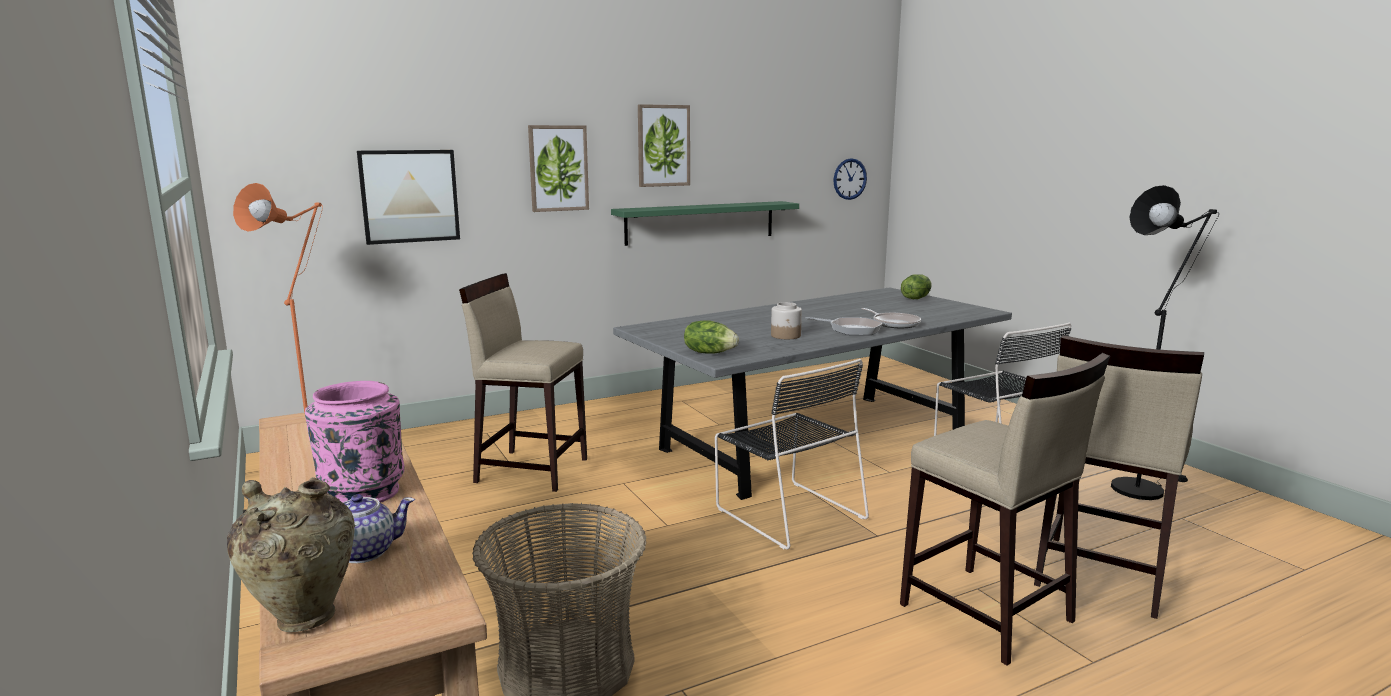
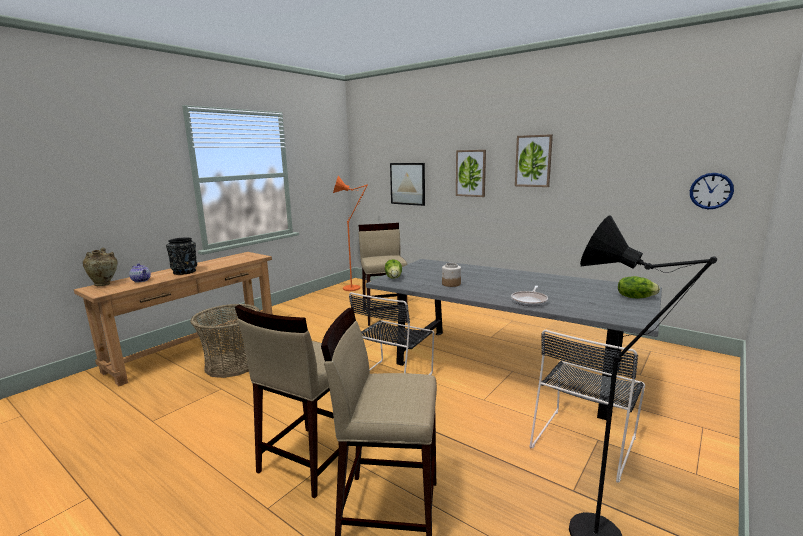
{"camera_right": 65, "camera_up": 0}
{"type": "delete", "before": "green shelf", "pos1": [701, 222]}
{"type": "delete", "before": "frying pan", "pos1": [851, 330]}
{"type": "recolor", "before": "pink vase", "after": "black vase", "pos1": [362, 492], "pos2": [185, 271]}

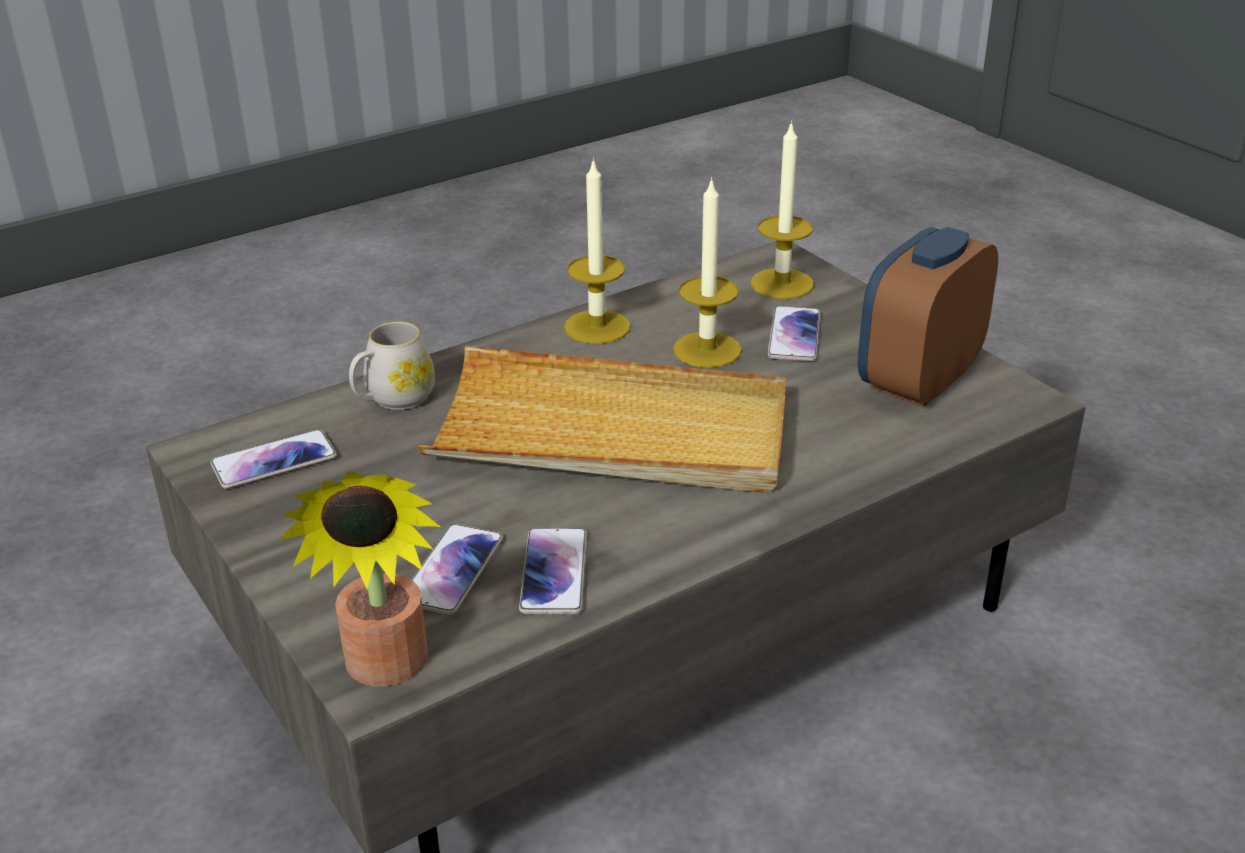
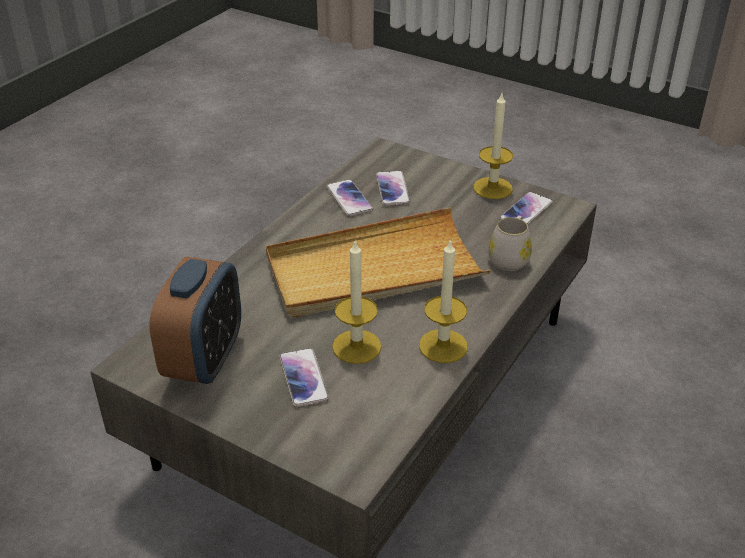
{"camera_right": 155, "camera_up": 5}
{"type": "delete", "before": "potted plant", "pos1": [386, 670]}
{"type": "move", "before": "candle", "pos1": [781, 284], "pos2": [492, 188]}

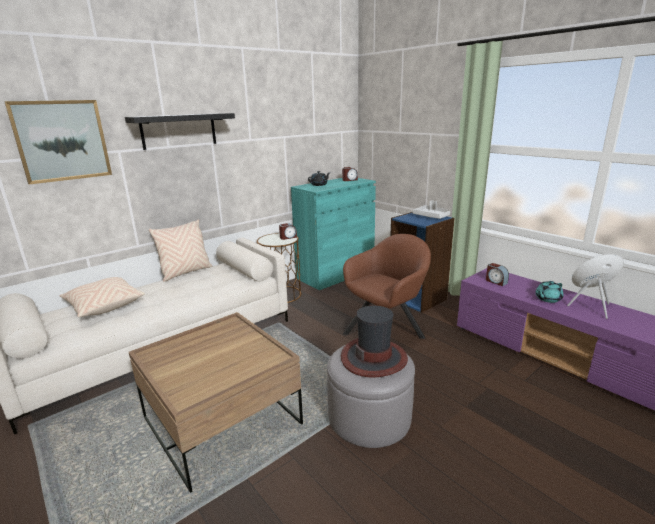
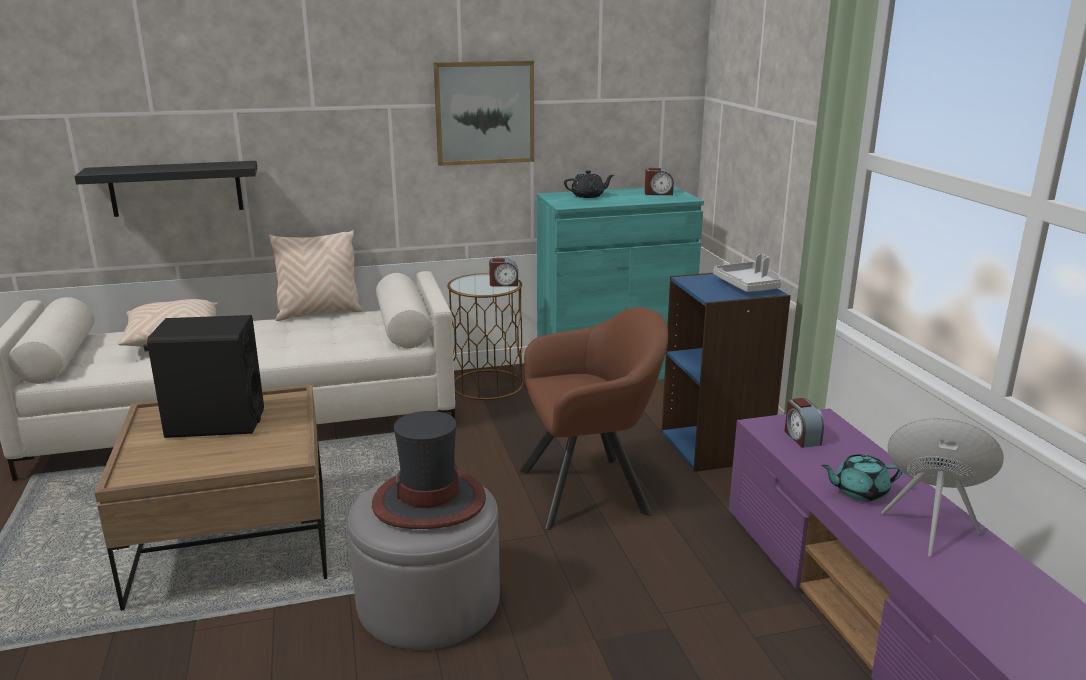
{"camera_right": 25, "camera_up": 0}
{"type": "insert", "after": "black speaker", "pos2": [215, 423]}
{"type": "move", "before": "picture", "pos1": [62, 141], "pos2": [484, 113]}
{"type": "move", "before": "black shelf", "pos1": [179, 130], "pos2": [176, 188]}

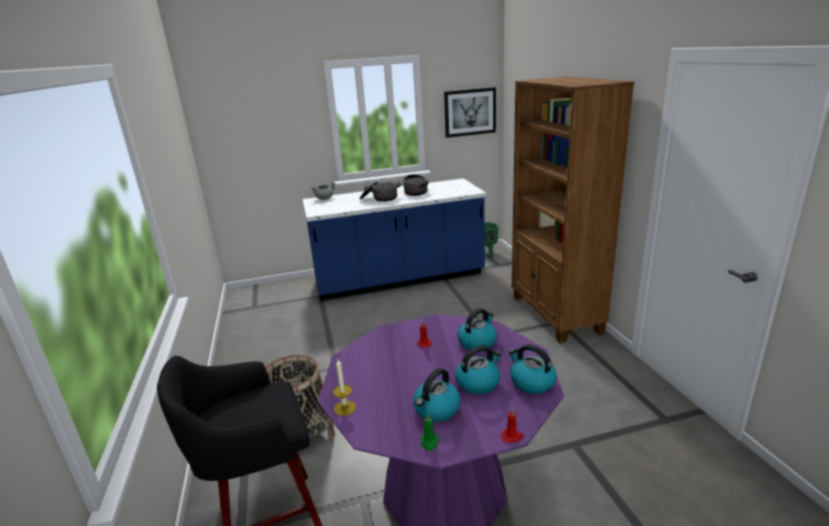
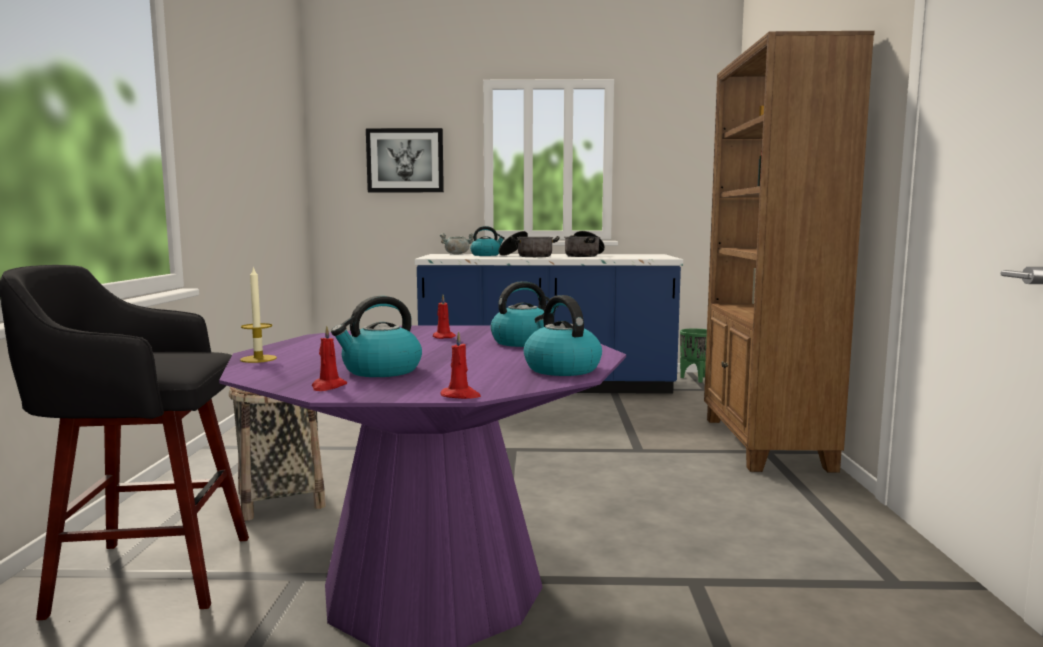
{"camera_right": 15, "camera_up": -15}
{"type": "move", "before": "picture", "pos1": [470, 112], "pos2": [405, 160]}
{"type": "move", "before": "kettle", "pos1": [478, 382], "pos2": [486, 255]}
{"type": "recolor", "before": "green candle", "after": "red candle", "pos1": [429, 442], "pos2": [328, 387]}

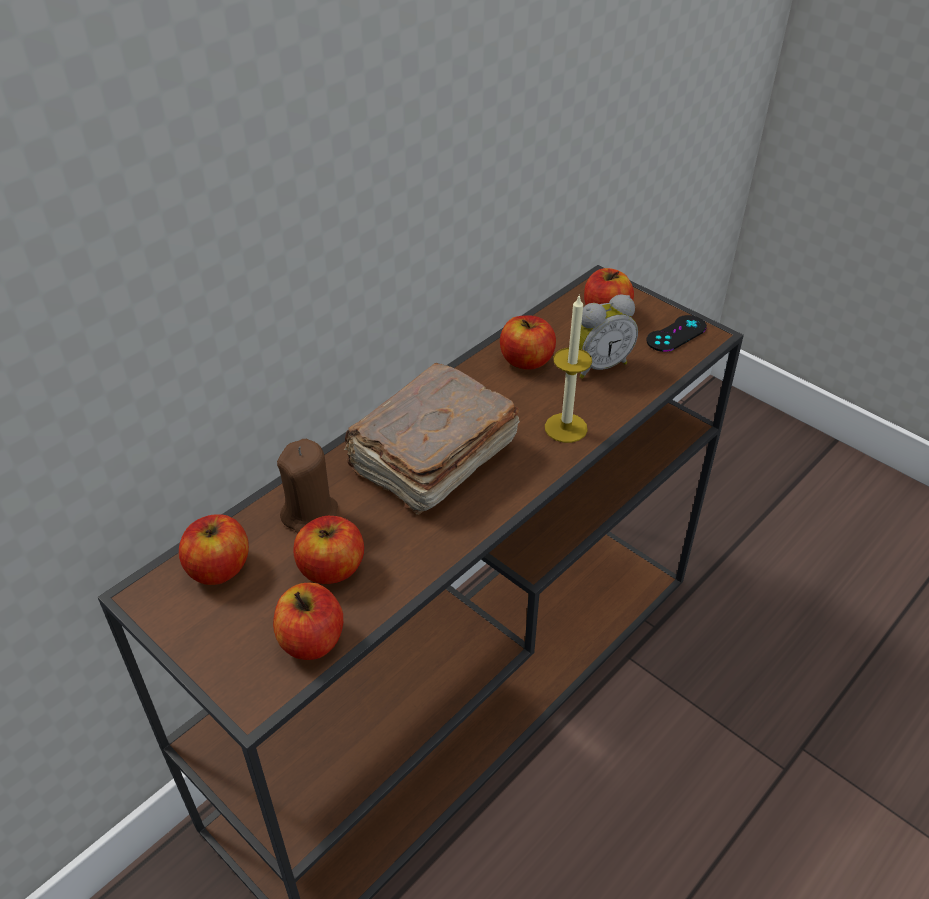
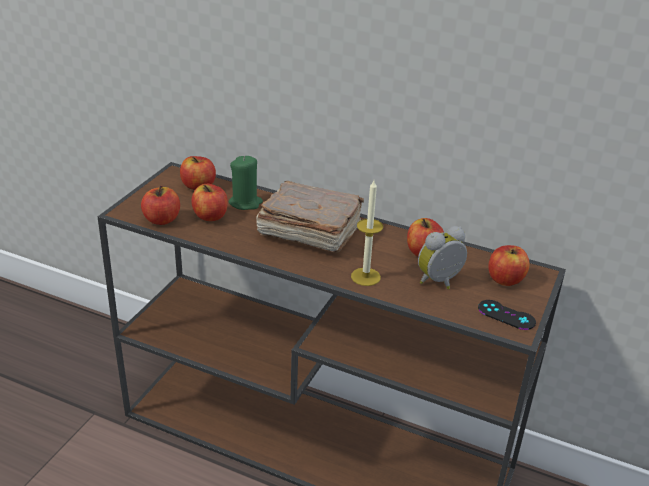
{"camera_right": 70, "camera_up": -10}
{"type": "recolor", "before": "brown candle", "after": "green candle", "pos1": [310, 514], "pos2": [245, 203]}
{"type": "rotate", "before": "alarm clock", "pos1": [598, 365], "pos2": [440, 282], "turn": 105}

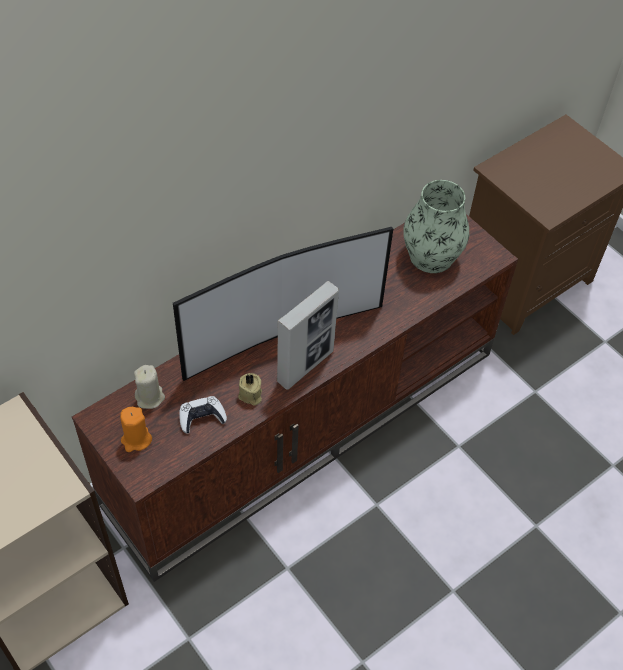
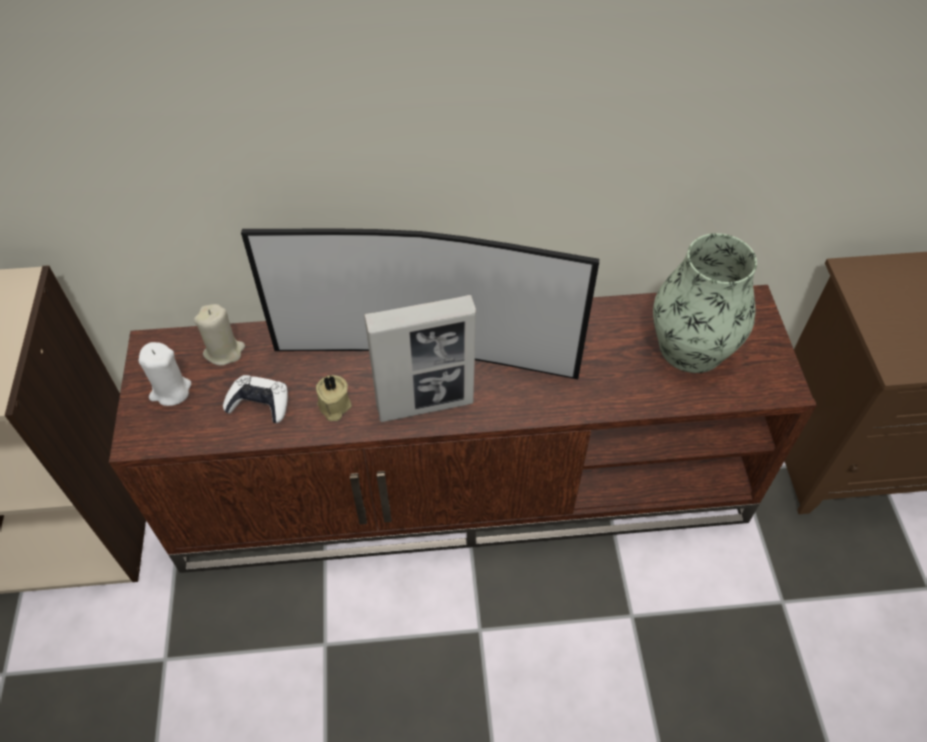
{"camera_right": 35, "camera_up": 0}
{"type": "recolor", "before": "orange candle", "after": "white candle", "pos1": [136, 439], "pos2": [170, 391]}

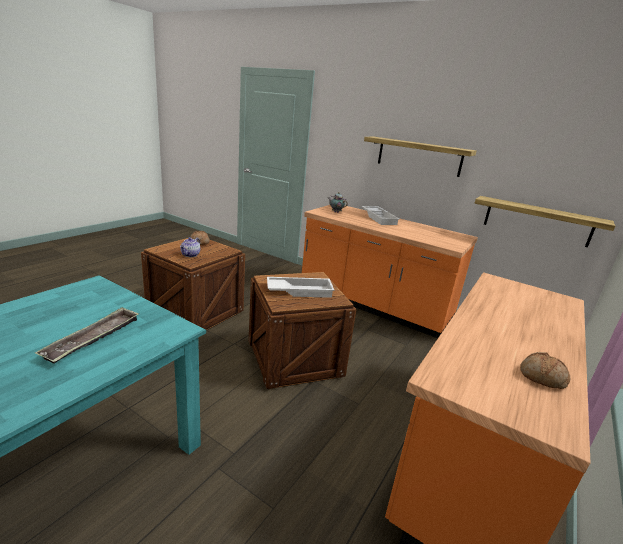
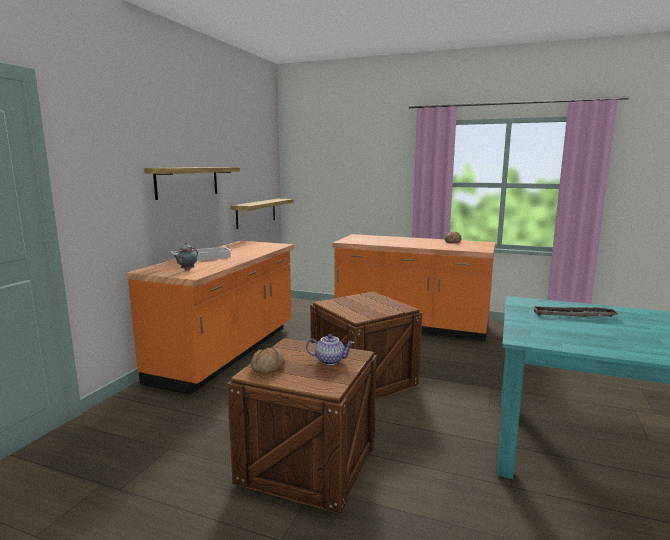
{"camera_right": -100, "camera_up": -10}
{"type": "delete", "before": "white tray", "pos1": [299, 290]}

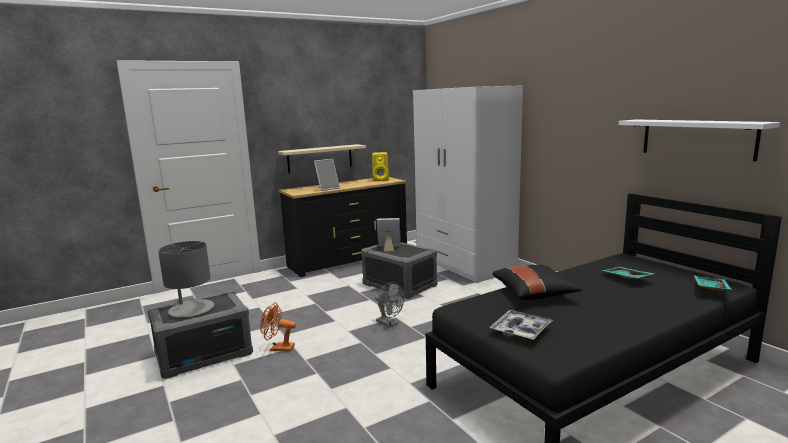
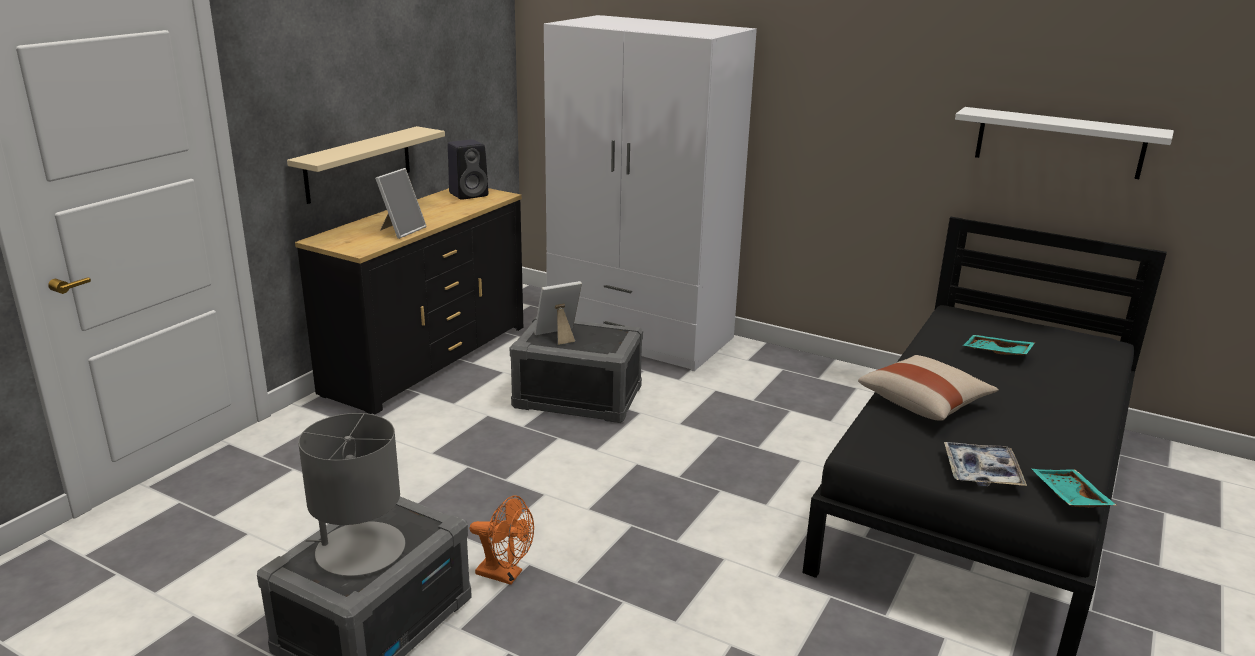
{"camera_right": -30, "camera_up": 10}
{"type": "delete", "before": "grey fan", "pos1": [389, 324]}
{"type": "move", "before": "turquoise tray", "pos1": [709, 289], "pos2": [1068, 497]}
{"type": "recolor", "before": "yellow speaker", "after": "black speaker", "pos1": [381, 179], "pos2": [469, 194]}
{"type": "recolor", "before": "black pillow", "after": "beige pillow", "pos1": [534, 294], "pos2": [925, 403]}
{"type": "rotate", "before": "orange fan", "pos1": [278, 348], "pos2": [505, 575], "turn": -135}

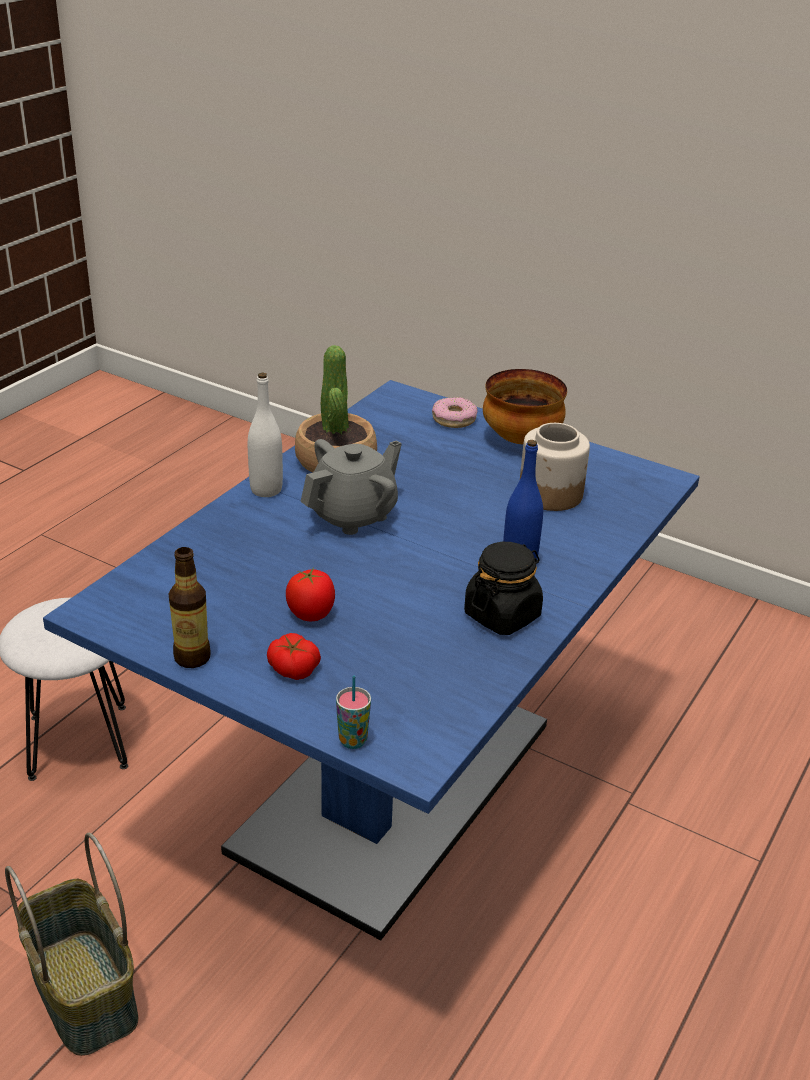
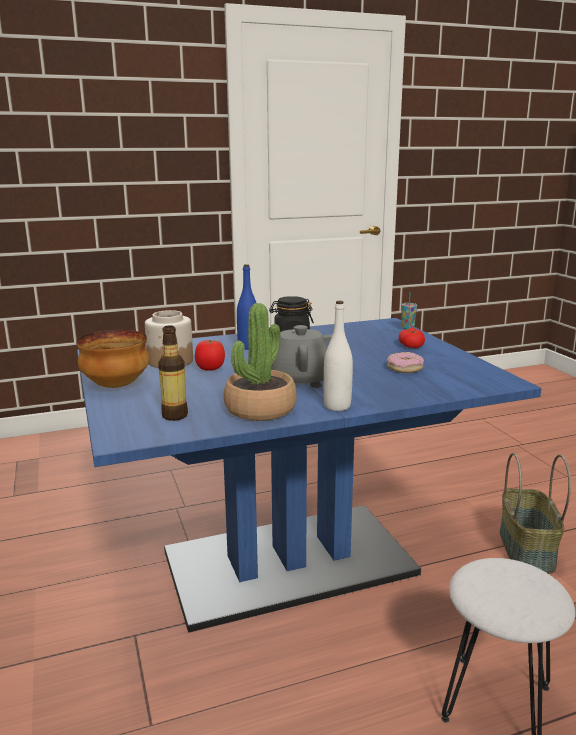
{"camera_right": -140, "camera_up": -15}
{"type": "move", "before": "bottle", "pos1": [192, 657], "pos2": [174, 416]}
{"type": "move", "before": "tomato", "pos1": [311, 614], "pos2": [210, 369]}
{"type": "move", "before": "donut", "pos1": [453, 419], "pos2": [405, 368]}

